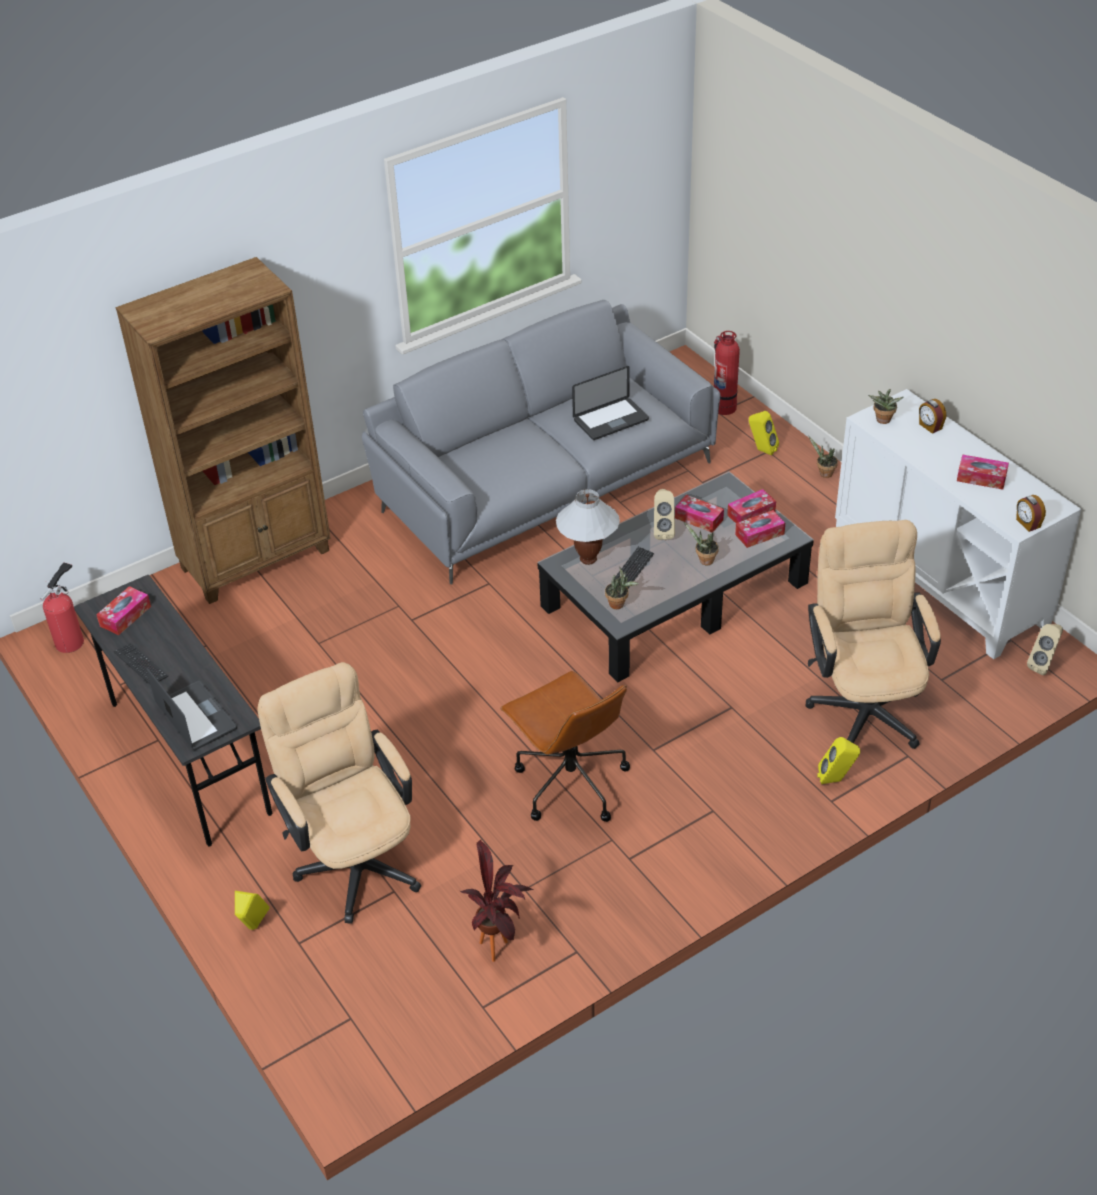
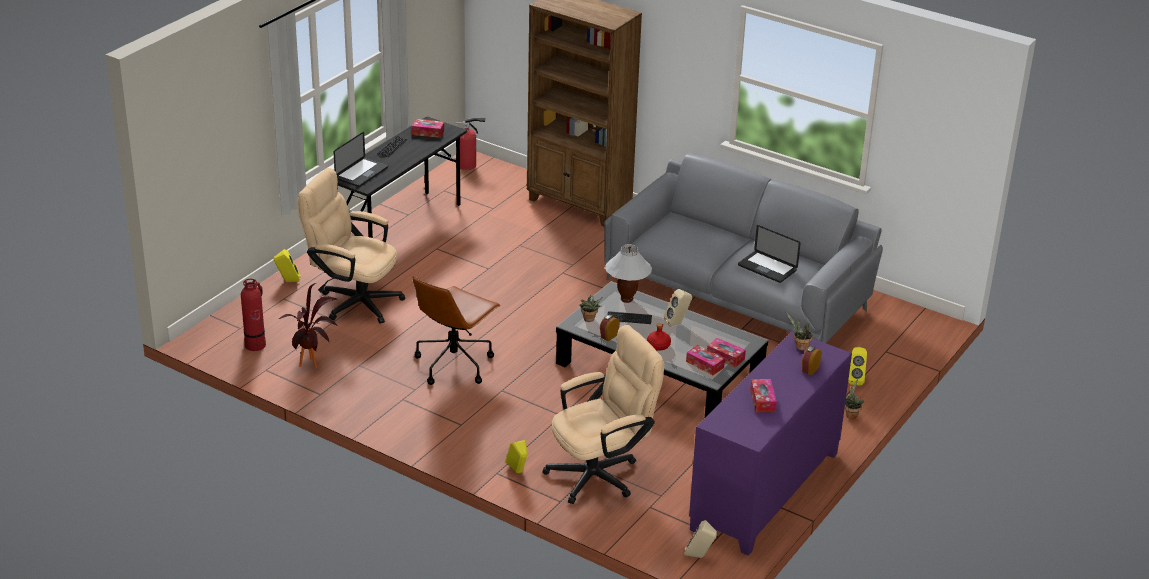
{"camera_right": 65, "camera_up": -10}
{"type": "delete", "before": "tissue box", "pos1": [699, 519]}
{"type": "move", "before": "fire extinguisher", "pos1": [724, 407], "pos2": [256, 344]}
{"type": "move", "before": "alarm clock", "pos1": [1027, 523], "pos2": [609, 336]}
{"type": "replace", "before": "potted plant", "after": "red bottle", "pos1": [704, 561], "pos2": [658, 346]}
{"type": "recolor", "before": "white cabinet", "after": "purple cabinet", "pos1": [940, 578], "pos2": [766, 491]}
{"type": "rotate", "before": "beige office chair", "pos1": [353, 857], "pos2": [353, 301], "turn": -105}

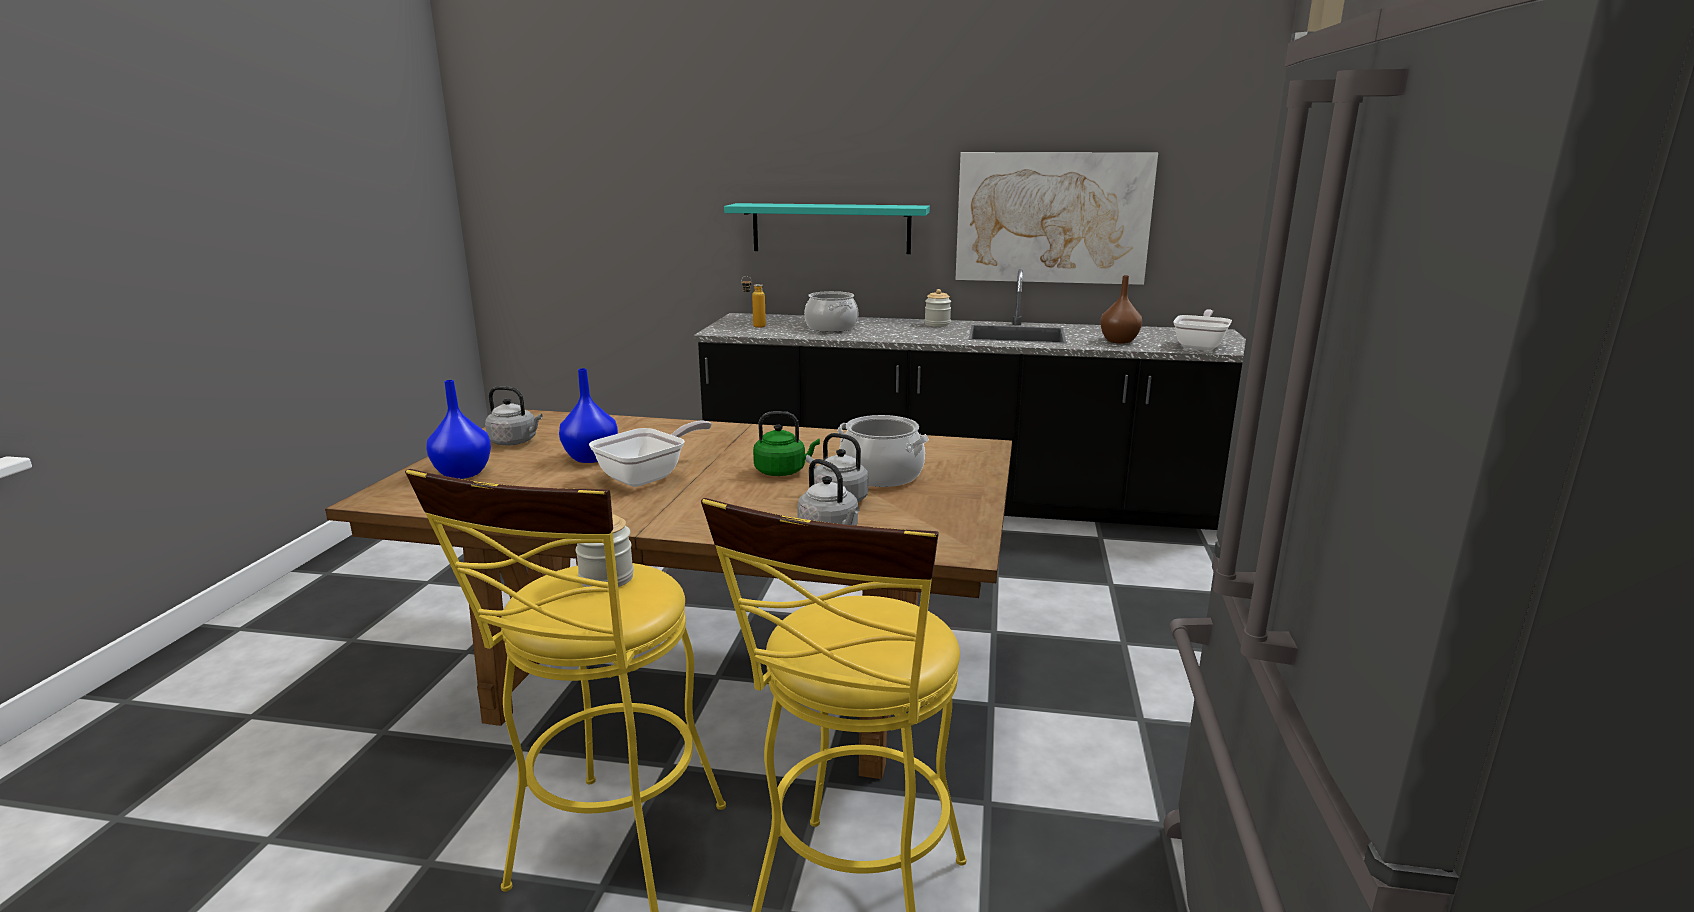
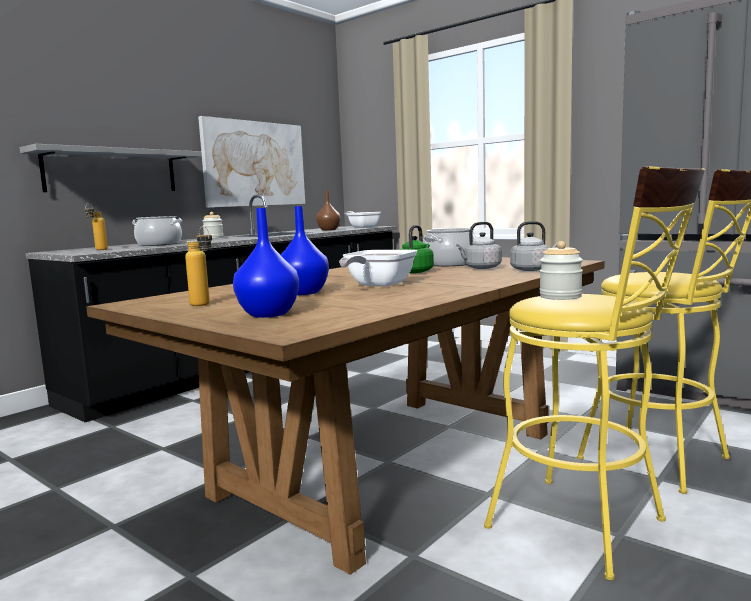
{"camera_right": -60, "camera_up": -10}
{"type": "replace", "before": "grey kettle", "after": "bottle", "pos1": [515, 442], "pos2": [204, 305]}
{"type": "recolor", "before": "turquoise shelf", "after": "grey shelf", "pos1": [831, 228], "pos2": [112, 171]}
{"type": "rotate", "before": "frying pan", "pos1": [649, 476], "pos2": [377, 285], "turn": -135}

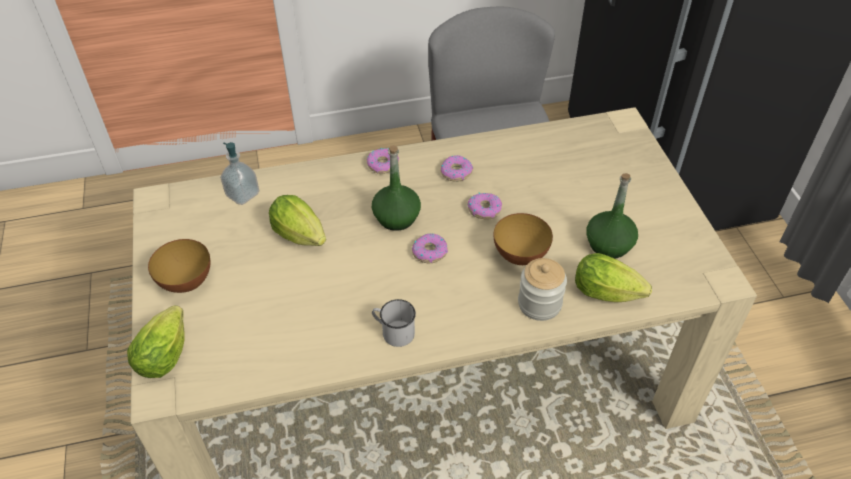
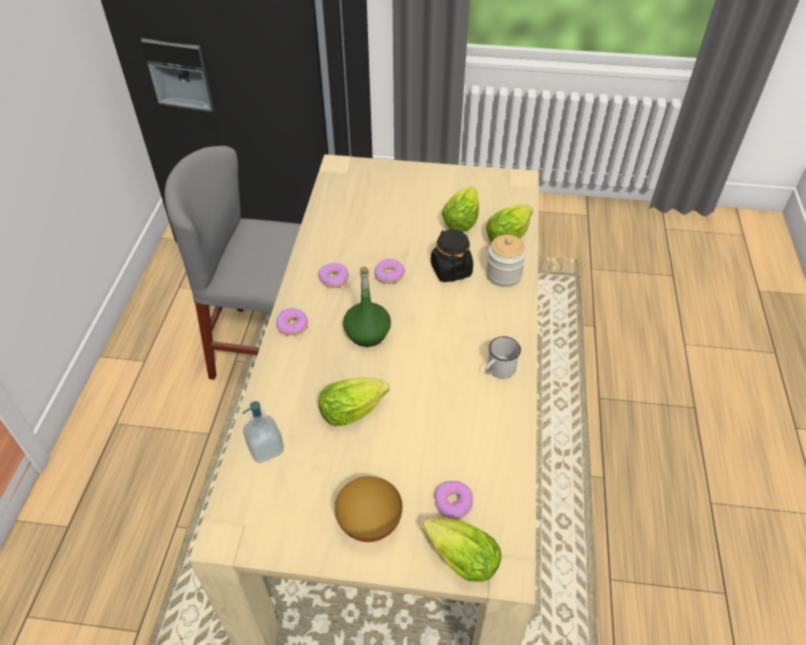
{"camera_right": -70, "camera_up": 0}
{"type": "move", "before": "donut", "pos1": [429, 252], "pos2": [453, 502]}
{"type": "replace", "before": "bowl", "after": "black jar", "pos1": [520, 256], "pos2": [451, 270]}
{"type": "replace", "before": "green bottle", "after": "lettuce", "pos1": [608, 244], "pos2": [462, 219]}

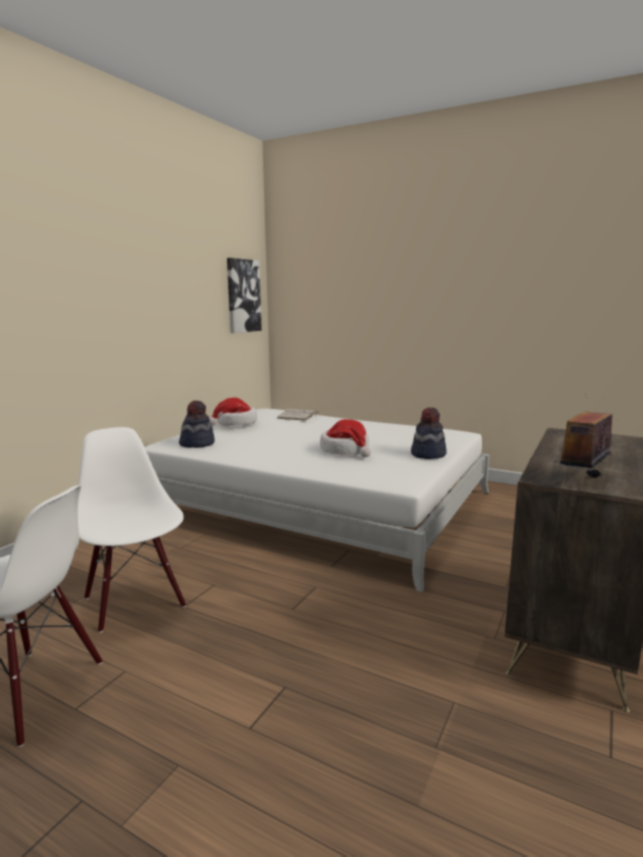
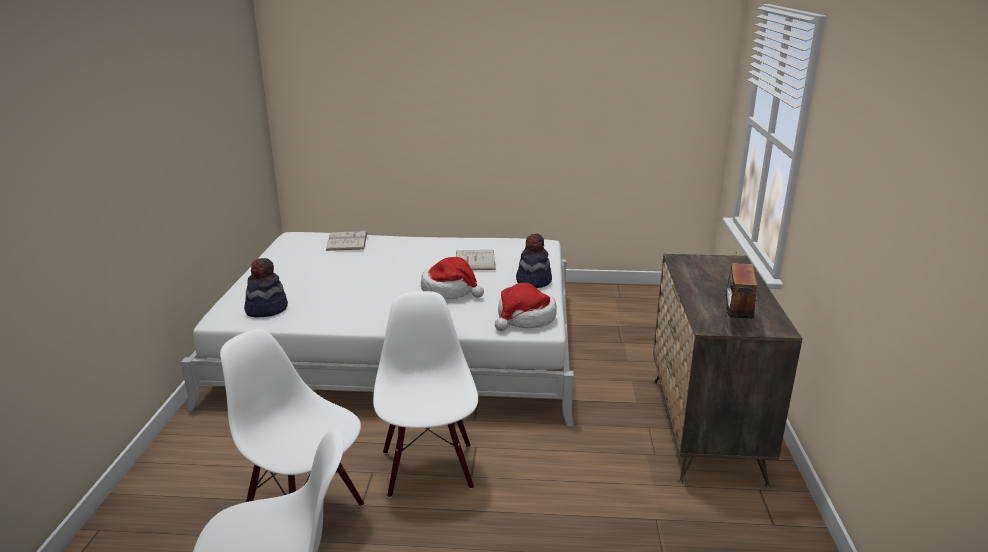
{"camera_right": -25, "camera_up": 10}
{"type": "delete", "before": "picture", "pos1": [243, 296]}
{"type": "insert", "after": "white chair", "pos2": [428, 469]}
{"type": "insert", "after": "white book", "pos2": [475, 260]}
{"type": "move", "before": "hat", "pos1": [235, 423], "pos2": [525, 318]}

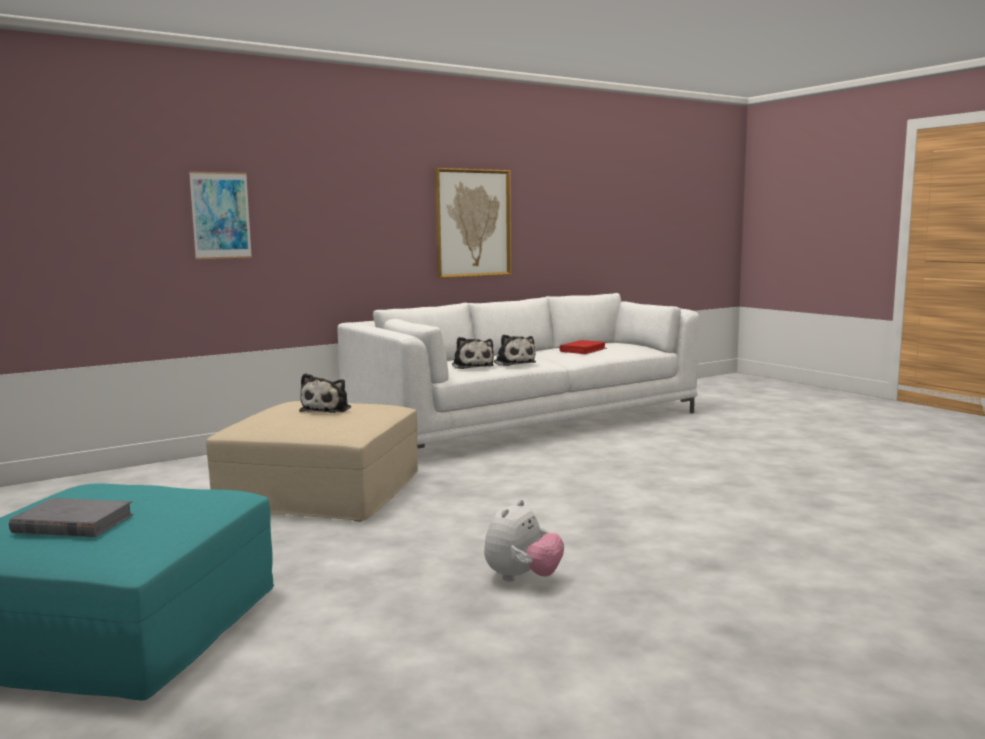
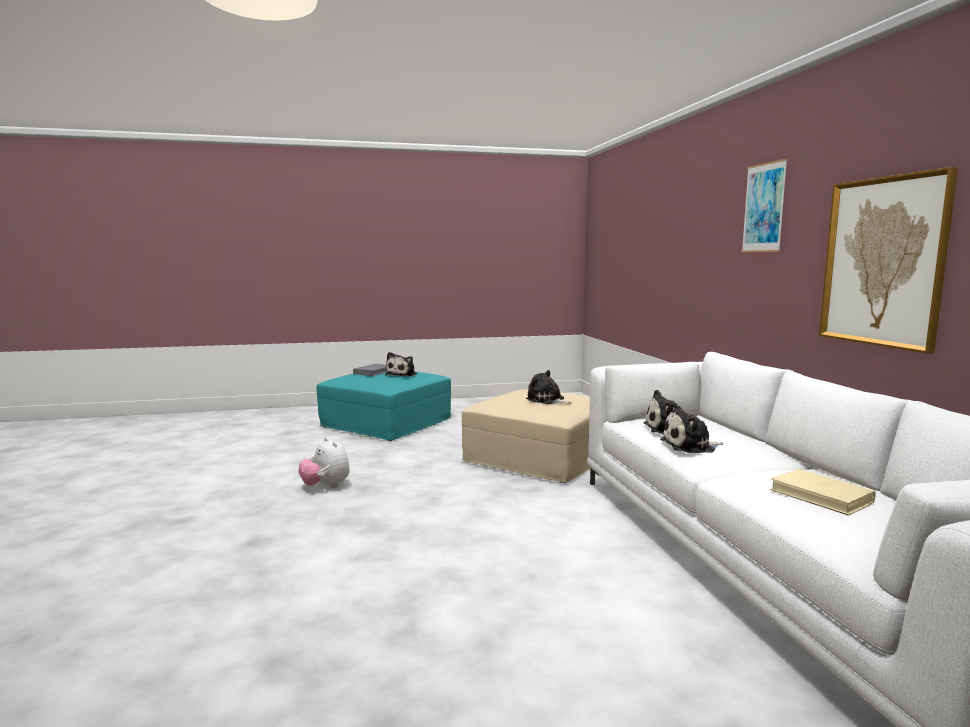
{"camera_right": 110, "camera_up": 0}
{"type": "insert", "after": "plush toy", "pos2": [402, 374]}
{"type": "move", "before": "picture", "pos1": [220, 215], "pos2": [764, 208]}
{"type": "recolor", "before": "red book", "after": "beige book", "pos1": [583, 350], "pos2": [821, 496]}

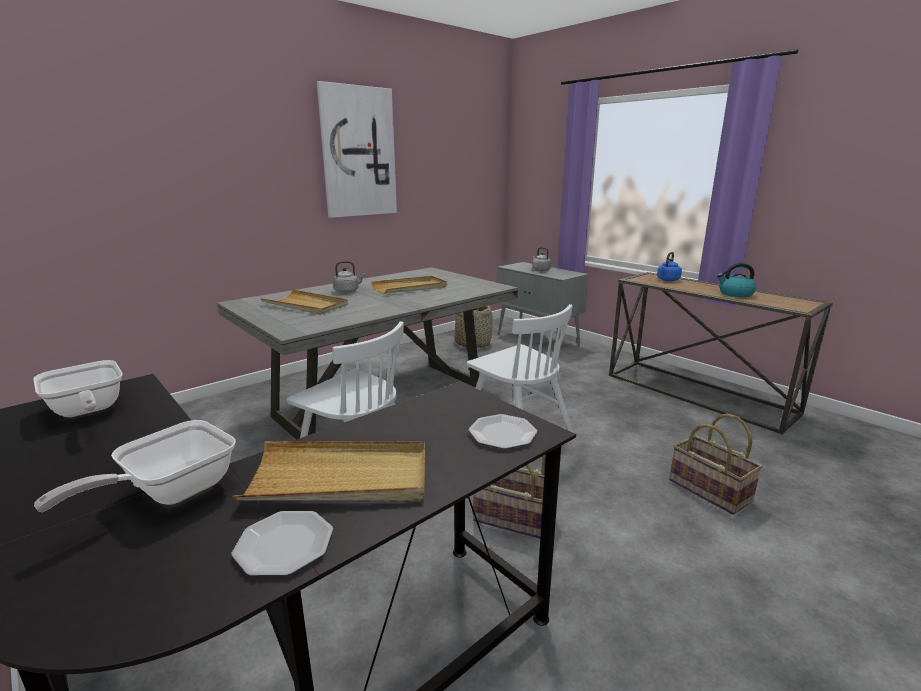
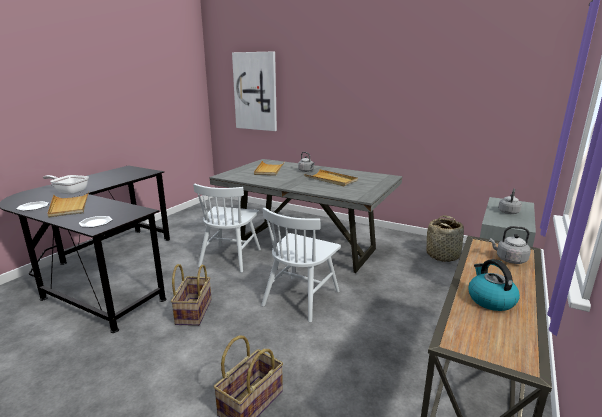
{"camera_right": 70, "camera_up": 0}
{"type": "delete", "before": "frying pan", "pos1": [87, 411]}
{"type": "move", "before": "picture", "pos1": [358, 152], "pos2": [255, 91]}
{"type": "recolor", "before": "blue kettle", "after": "grey kettle", "pos1": [667, 280], "pos2": [509, 259]}

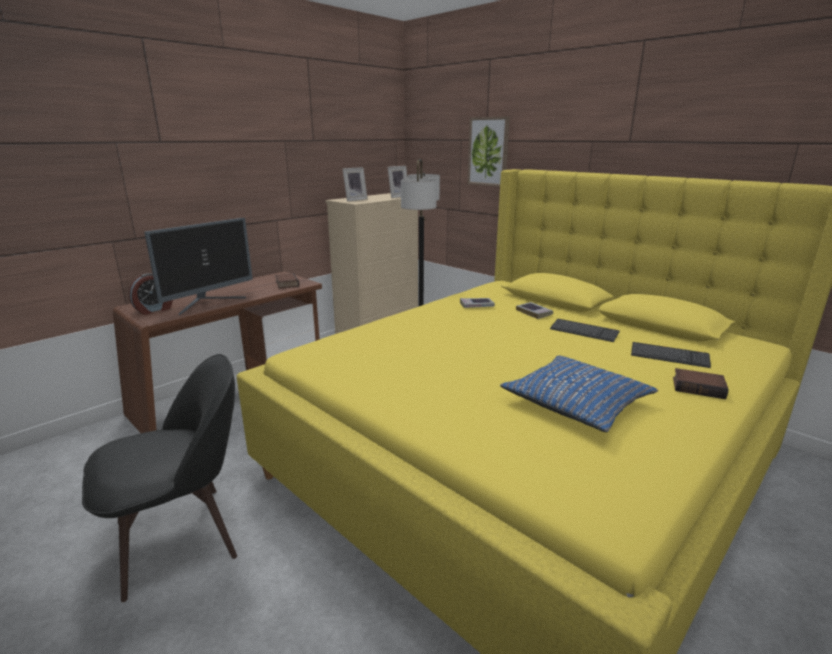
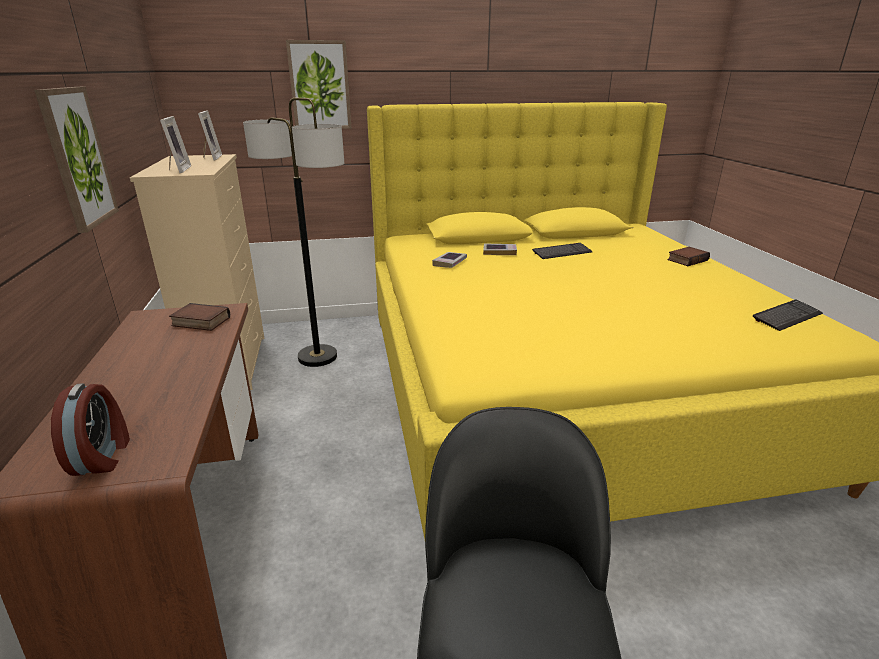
{"camera_right": -55, "camera_up": 5}
{"type": "delete", "before": "monitor", "pos1": [209, 302]}
{"type": "delete", "before": "blue pillow", "pos1": [576, 402]}
{"type": "insert", "after": "picture", "pos2": [77, 158]}
{"type": "move", "before": "keyboard", "pos1": [669, 356], "pos2": [787, 316]}

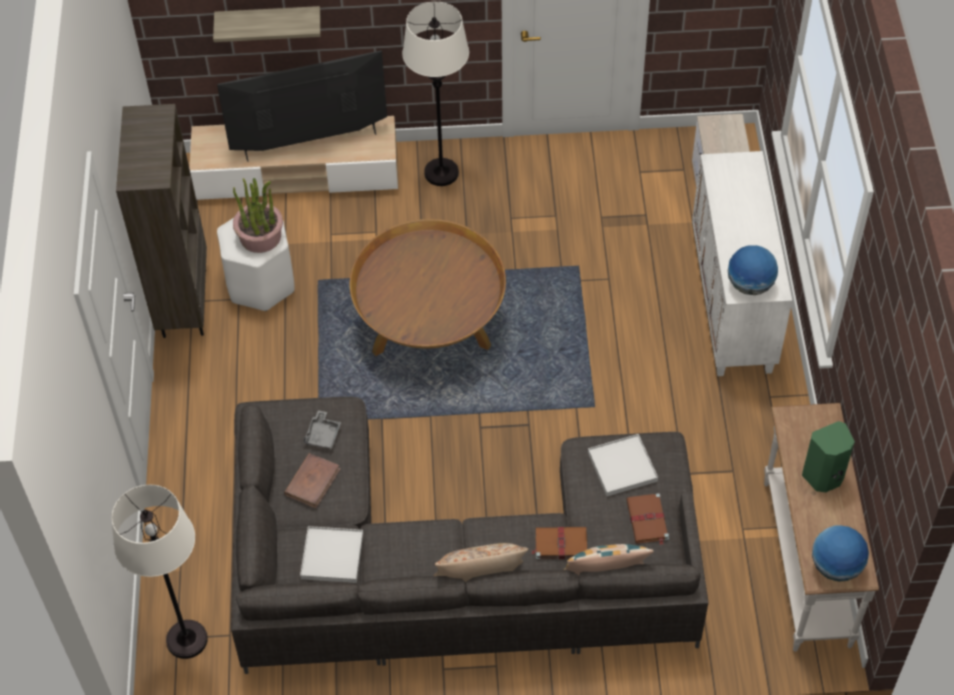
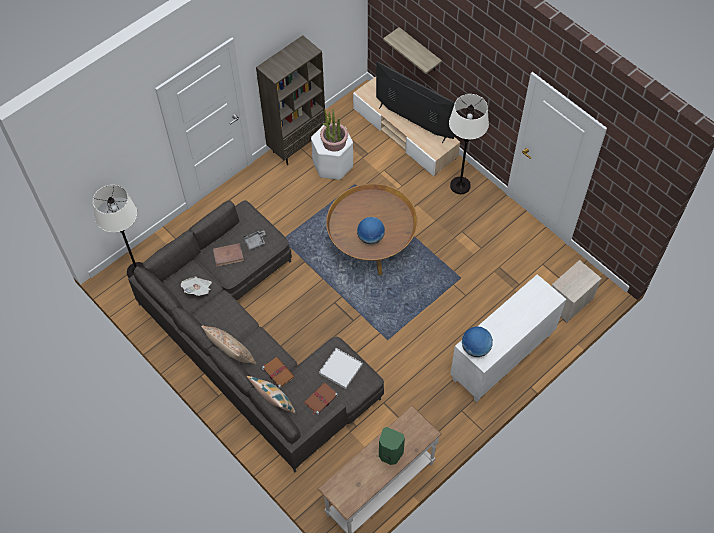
{"camera_right": 50, "camera_up": 5}
{"type": "move", "before": "globe", "pos1": [836, 566], "pos2": [371, 238]}
{"type": "replace", "before": "white tray", "after": "newspaper", "pos1": [332, 556], "pos2": [198, 289]}

